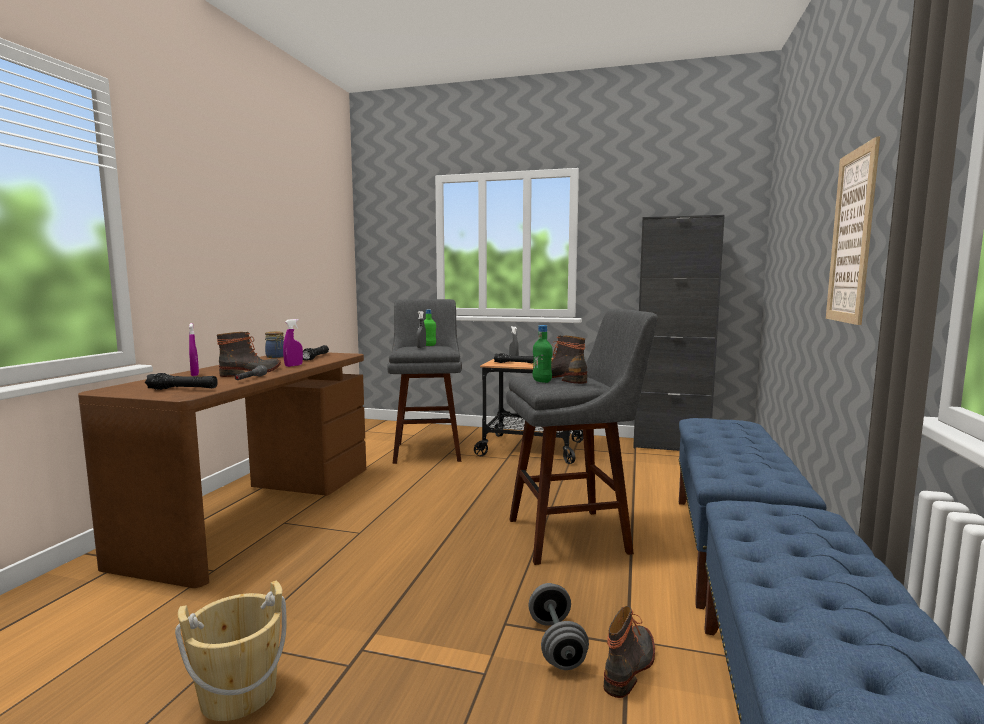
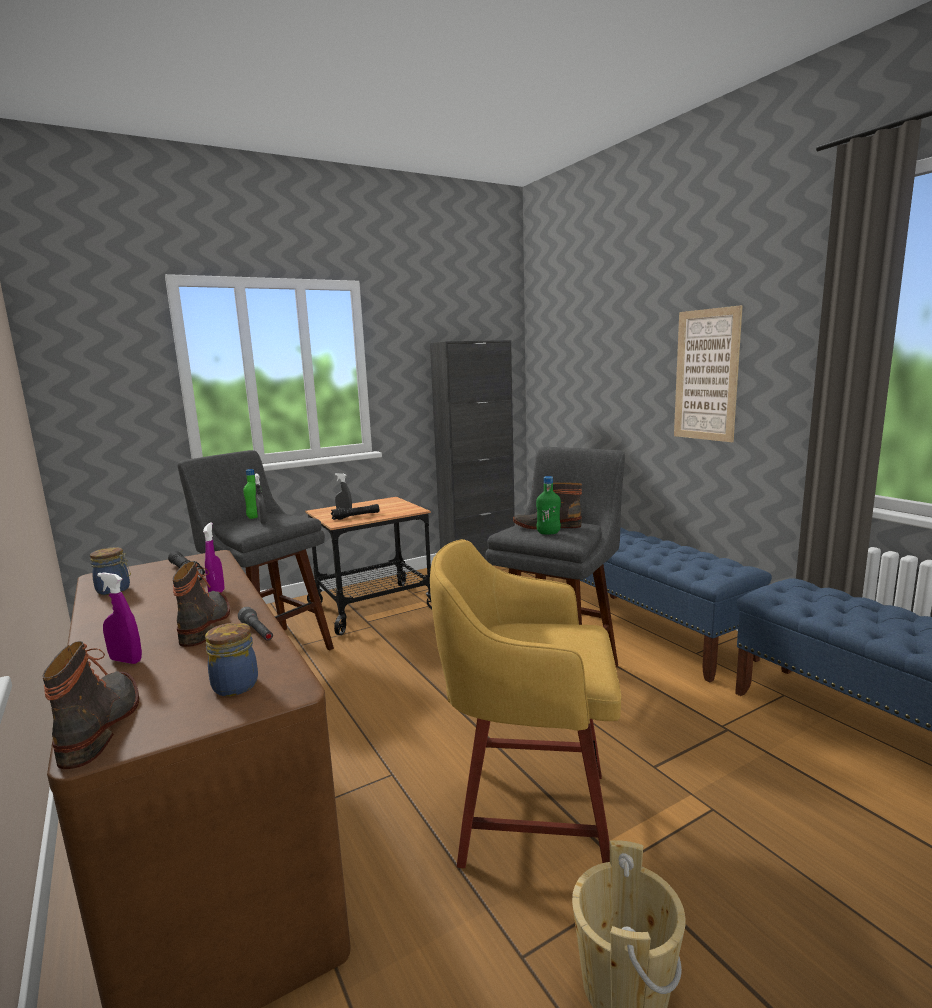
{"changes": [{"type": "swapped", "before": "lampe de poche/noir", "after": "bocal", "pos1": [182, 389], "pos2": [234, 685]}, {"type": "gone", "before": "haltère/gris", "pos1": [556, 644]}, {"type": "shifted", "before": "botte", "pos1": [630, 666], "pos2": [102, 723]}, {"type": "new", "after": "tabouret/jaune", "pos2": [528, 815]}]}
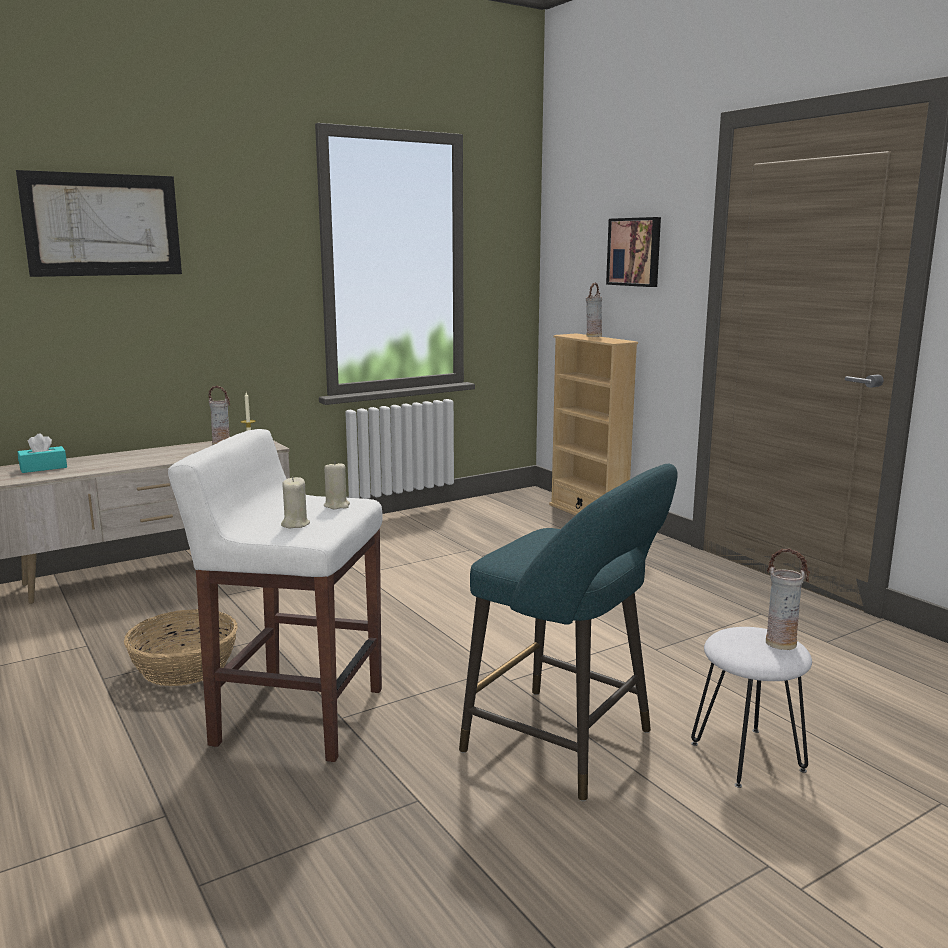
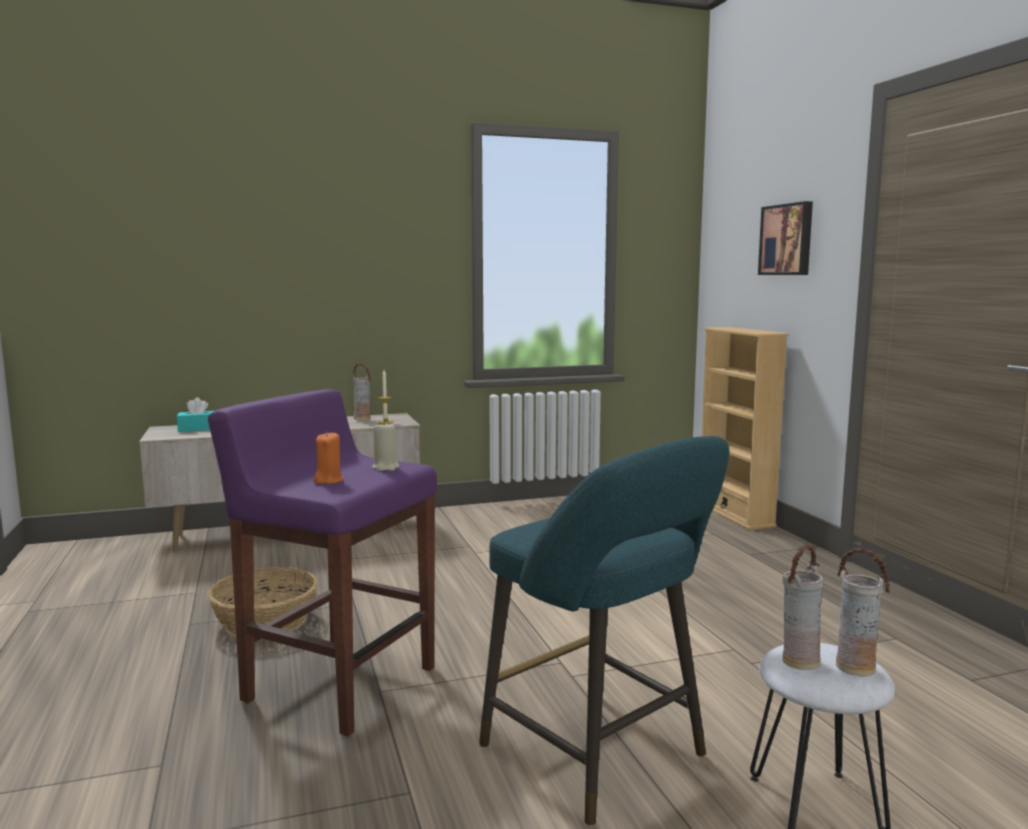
{"changes": [{"type": "gone", "before": "tableau", "pos1": [103, 225]}, {"type": "repainted", "before": "tabouret/blanc", "after": "tabouret/violet", "pos1": [297, 716], "pos2": [338, 683]}, {"type": "repainted", "before": "bougie/beige", "after": "bougie/orange", "pos1": [295, 524], "pos2": [328, 481]}, {"type": "shifted", "before": "vase", "pos1": [593, 336], "pos2": [799, 662]}]}
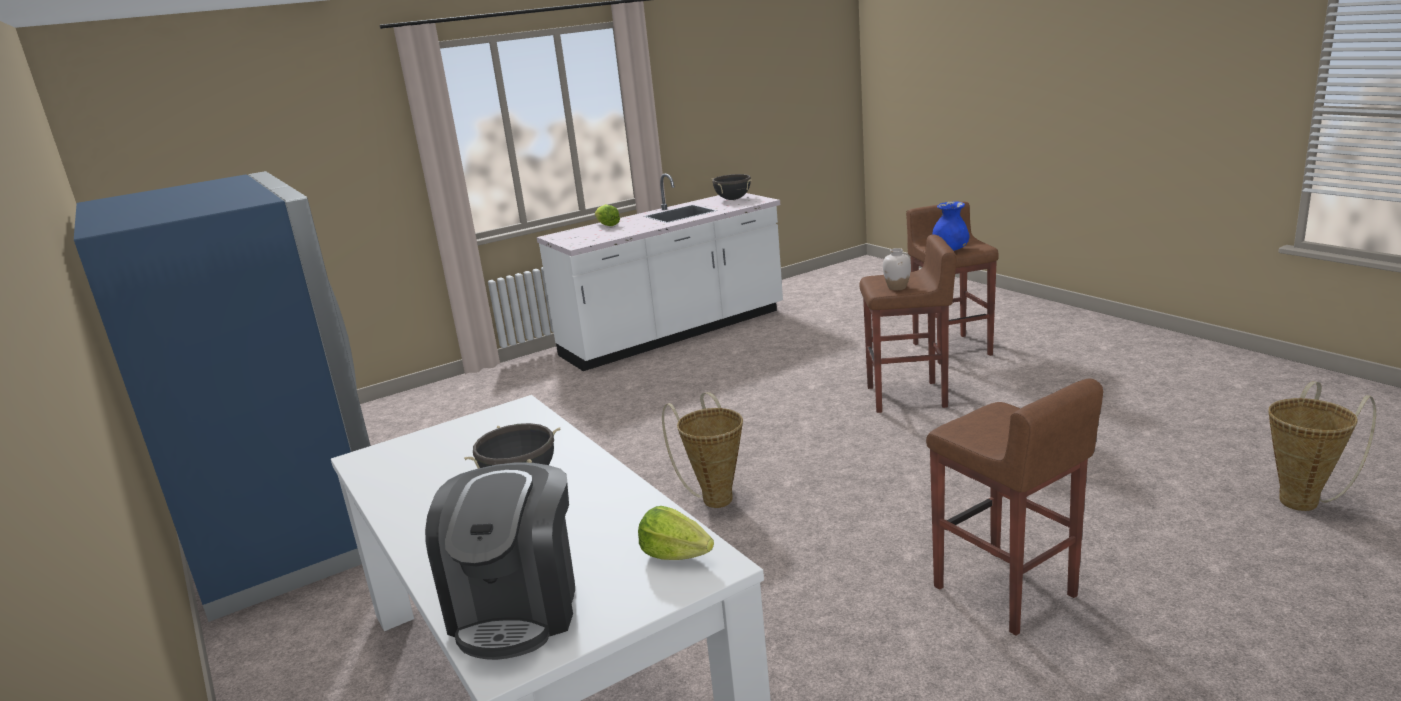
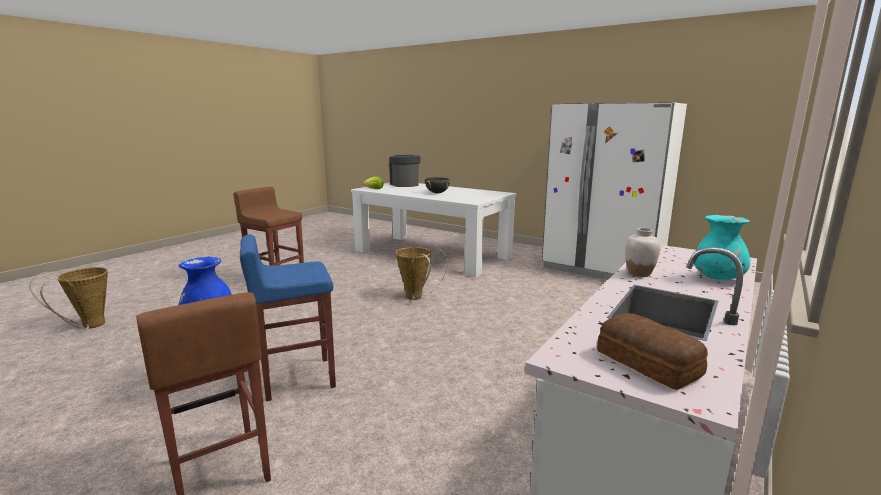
{"changes": [{"type": "repainted", "before": "réfrigérateur/bleu", "after": "réfrigérateur/blanc", "pos1": [288, 535], "pos2": [603, 268]}, {"type": "swapped", "before": "laitue", "after": "vase/turquoise", "pos1": [607, 225], "pos2": [718, 278]}, {"type": "swapped", "before": "marmite/noir", "after": "pain", "pos1": [733, 199], "pos2": [648, 364]}, {"type": "repainted", "before": "tabouret/marron", "after": "tabouret/bleu", "pos1": [908, 397], "pos2": [297, 378]}, {"type": "shifted", "before": "vase/blanc", "pos1": [897, 287], "pos2": [639, 273]}]}
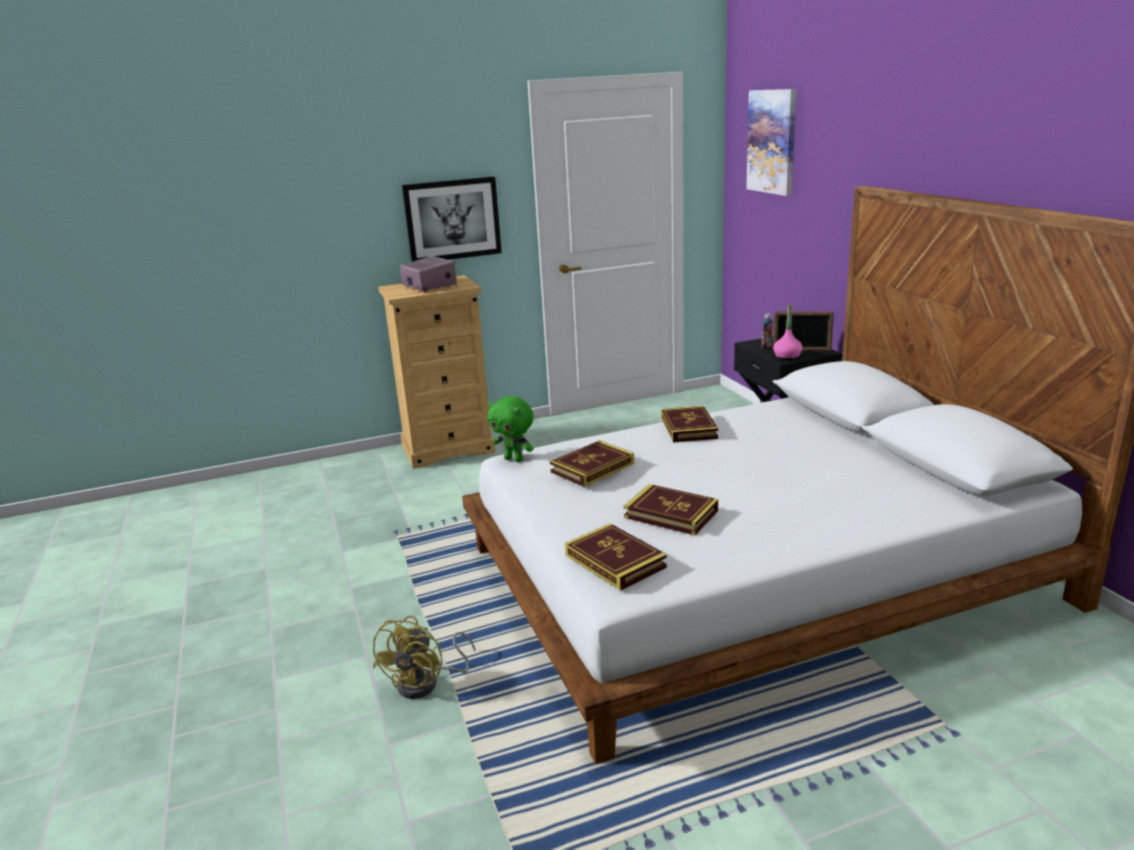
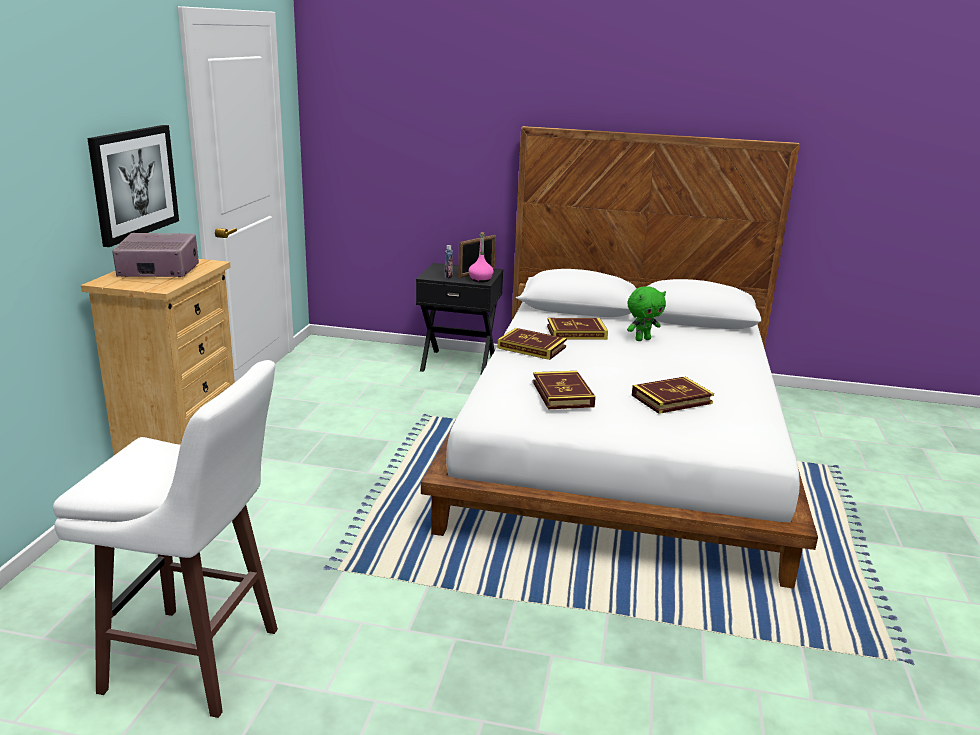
{"changes": [{"type": "gone", "before": "ventilateur/jaune", "pos1": [426, 683]}, {"type": "shifted", "before": "peluche/vert", "pos1": [514, 459], "pos2": [642, 339]}, {"type": "shifted", "before": "livre", "pos1": [615, 561], "pos2": [576, 332]}, {"type": "gone", "before": "tableau", "pos1": [772, 141]}, {"type": "new", "after": "tabouret/blanc", "pos2": [196, 662]}]}
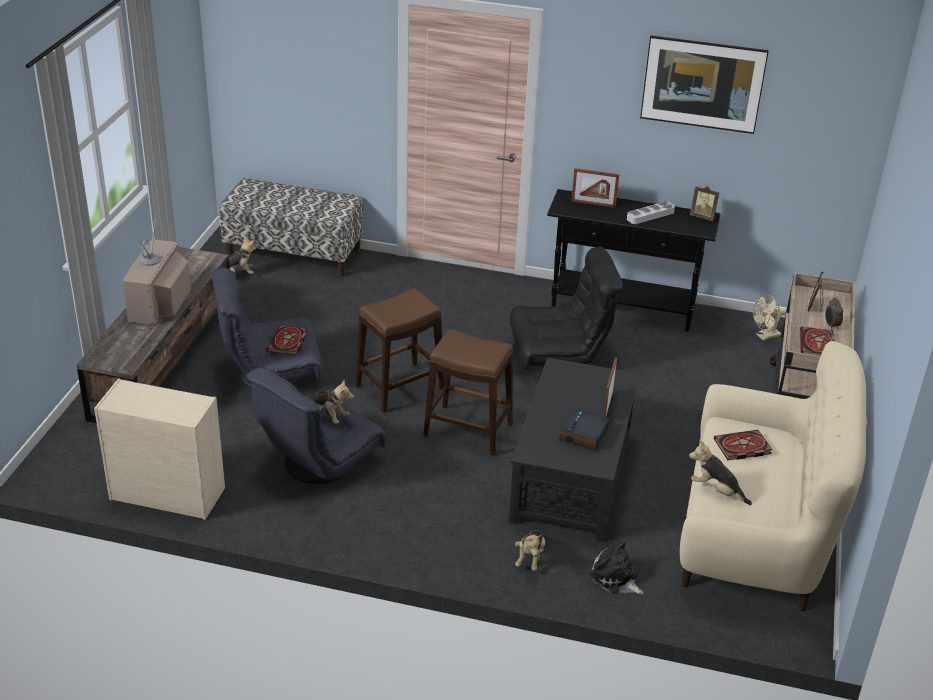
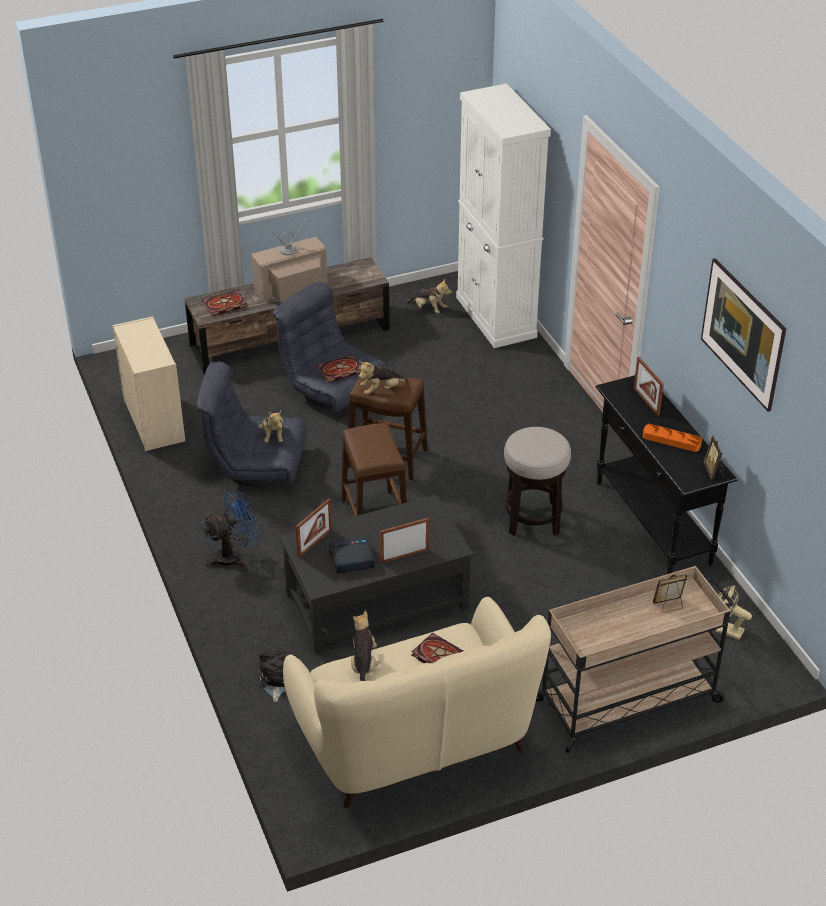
{"changes": [{"type": "swapped", "before": "banc", "after": "meuble de rangement/blanc", "pos1": [294, 253], "pos2": [496, 317]}, {"type": "swapped", "before": "fauteuil/noir", "after": "tabouret", "pos1": [559, 355], "pos2": [533, 519]}, {"type": "shifted", "before": "peluche", "pos1": [530, 558], "pos2": [381, 390]}, {"type": "repainted", "before": "plateau/gris", "after": "plateau/orange", "pos1": [650, 215], "pos2": [671, 440]}, {"type": "shifted", "before": "livre", "pos1": [817, 345], "pos2": [224, 305]}, {"type": "gone", "before": "réveil", "pos1": [831, 325]}, {"type": "new", "after": "ventilateur/bleu", "pos2": [234, 556]}, {"type": "new", "after": "cadre photo", "pos2": [315, 543]}]}
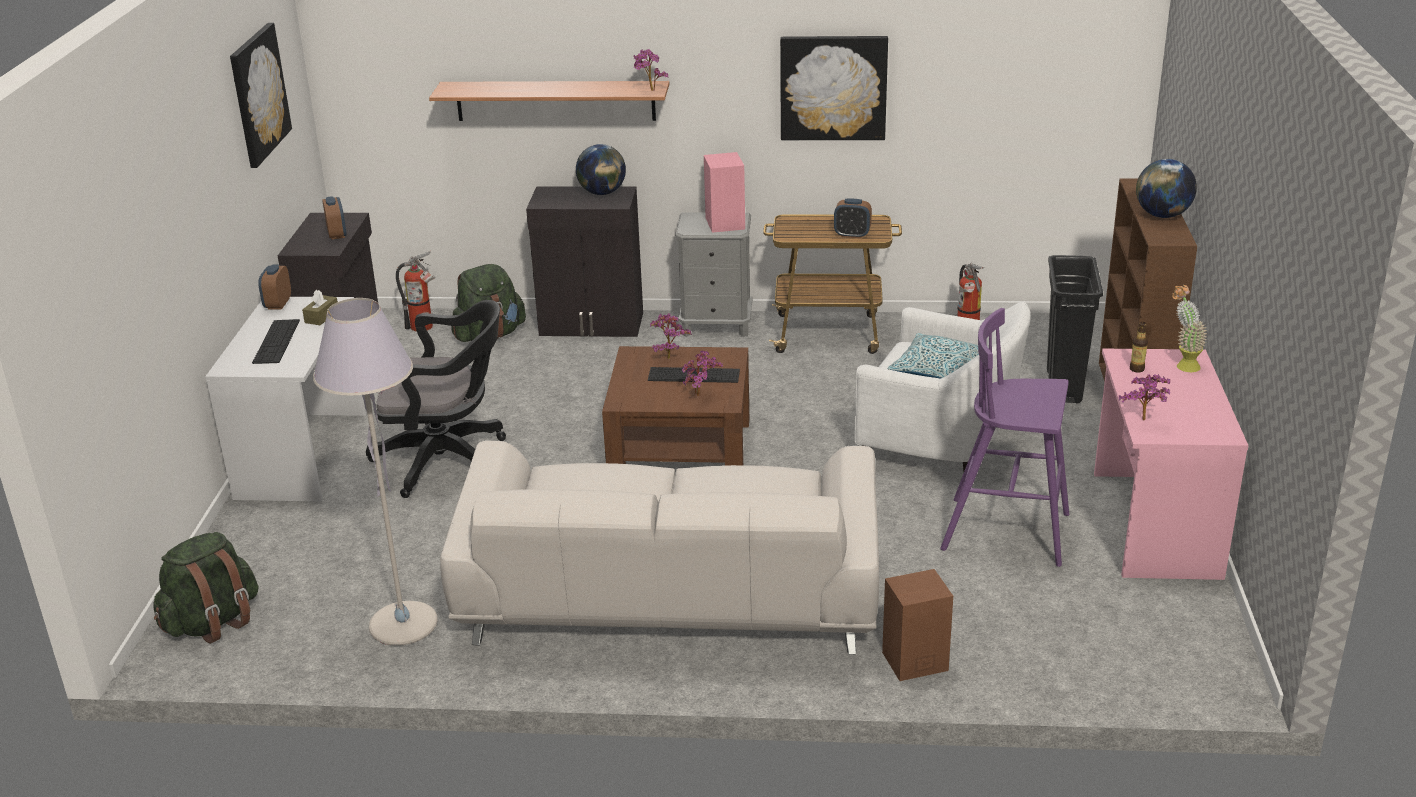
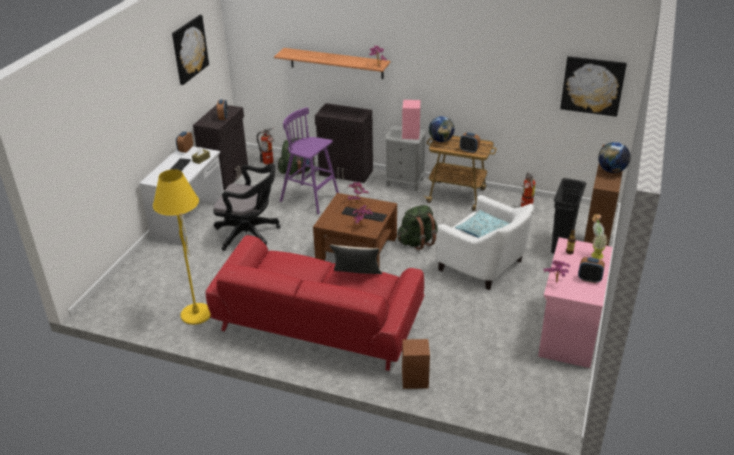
{"changes": [{"type": "shifted", "before": "sac à dos/vert", "pos1": [212, 622], "pos2": [417, 242]}, {"type": "repainted", "before": "lampadaire/gris", "after": "lampadaire/jaune", "pos1": [403, 625], "pos2": [196, 314]}, {"type": "repainted", "before": "canapé/blanc", "after": "canapé/rouge", "pos1": [668, 596], "pos2": [317, 323]}, {"type": "shifted", "before": "globe", "pos1": [602, 193], "pos2": [441, 140]}, {"type": "shifted", "before": "tableau", "pos1": [833, 87], "pos2": [592, 85]}, {"type": "shifted", "before": "tabouret/violet", "pos1": [1008, 532], "pos2": [311, 199]}, {"type": "new", "after": "coussin/beige", "pos2": [356, 277]}, {"type": "new", "after": "réveil", "pos2": [589, 279]}]}
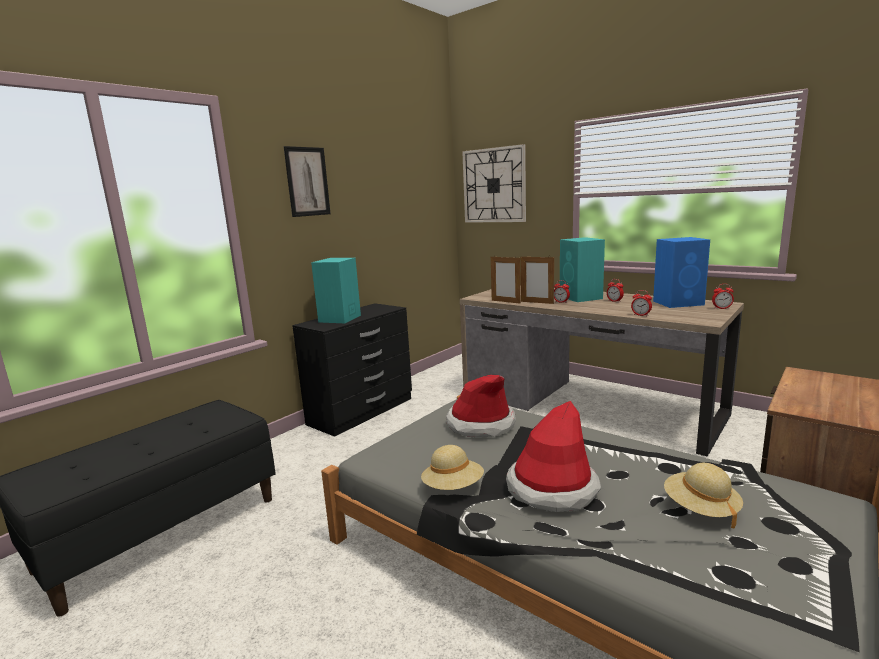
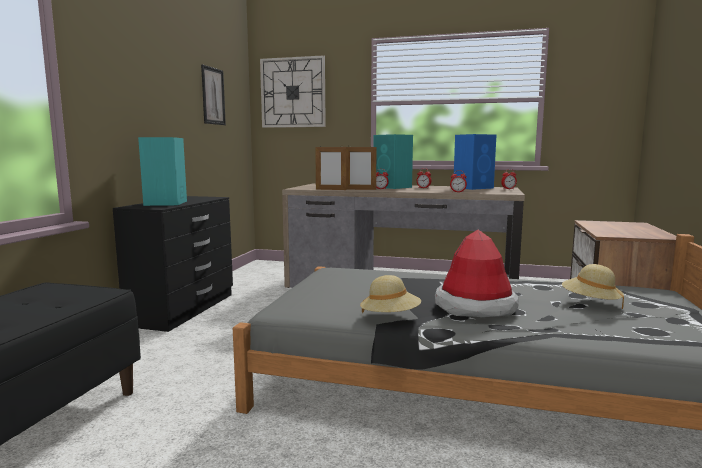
{"changes": [{"type": "shifted", "before": "tableau", "pos1": [307, 181], "pos2": [213, 96]}, {"type": "gone", "before": "chapeau", "pos1": [480, 424]}]}
